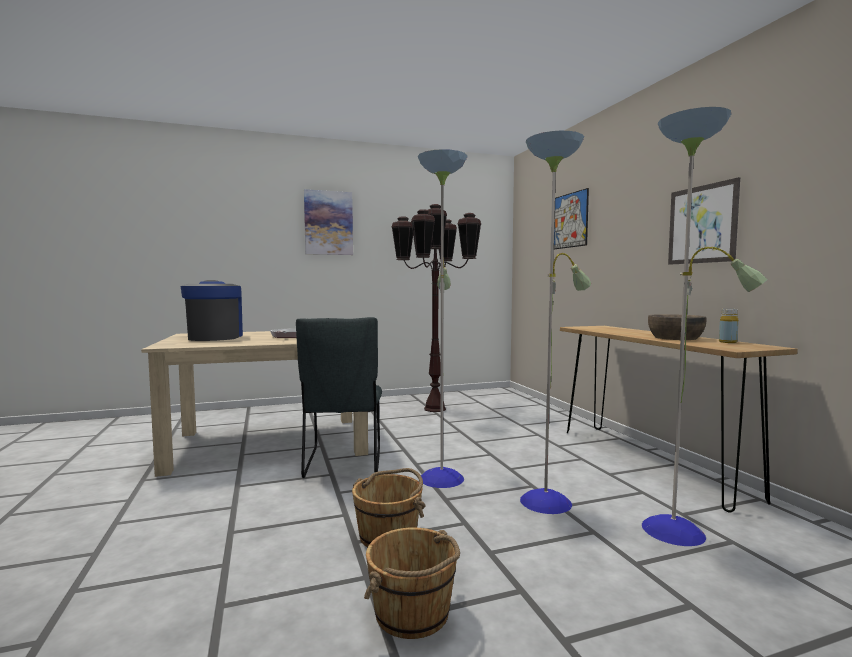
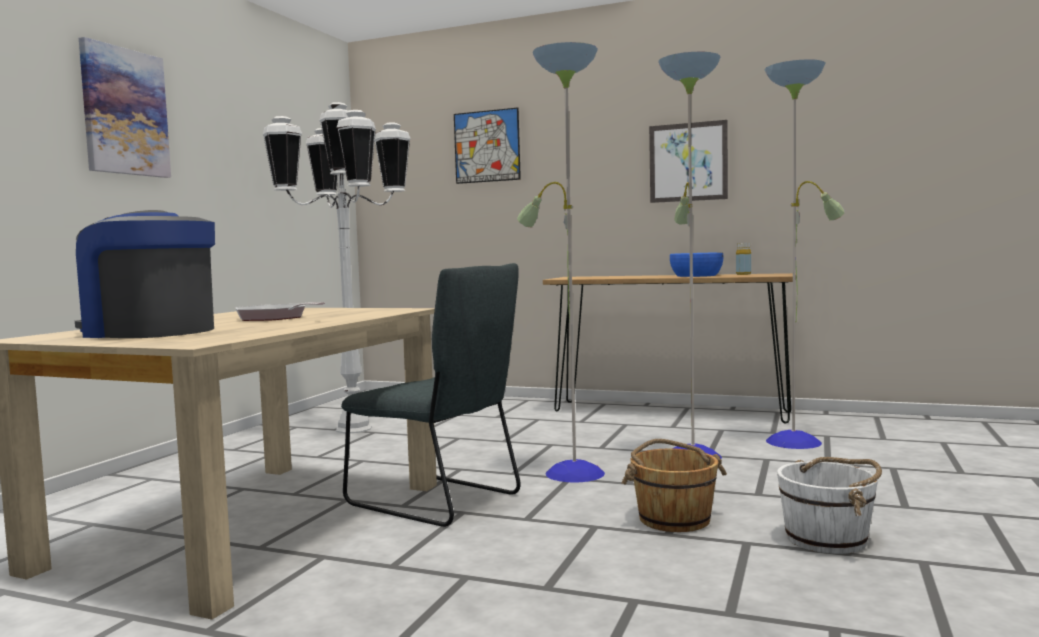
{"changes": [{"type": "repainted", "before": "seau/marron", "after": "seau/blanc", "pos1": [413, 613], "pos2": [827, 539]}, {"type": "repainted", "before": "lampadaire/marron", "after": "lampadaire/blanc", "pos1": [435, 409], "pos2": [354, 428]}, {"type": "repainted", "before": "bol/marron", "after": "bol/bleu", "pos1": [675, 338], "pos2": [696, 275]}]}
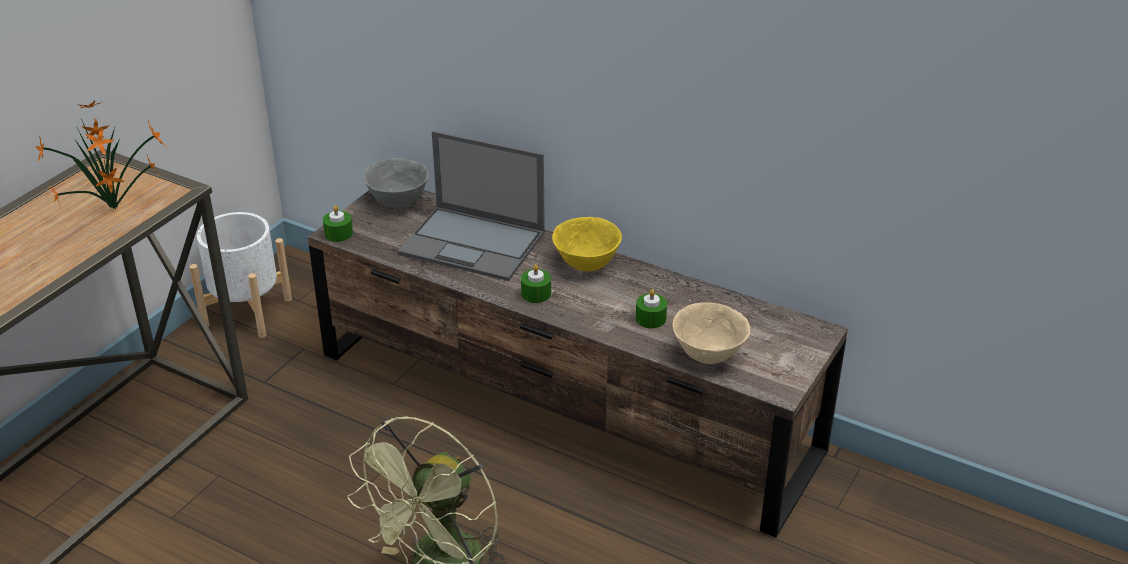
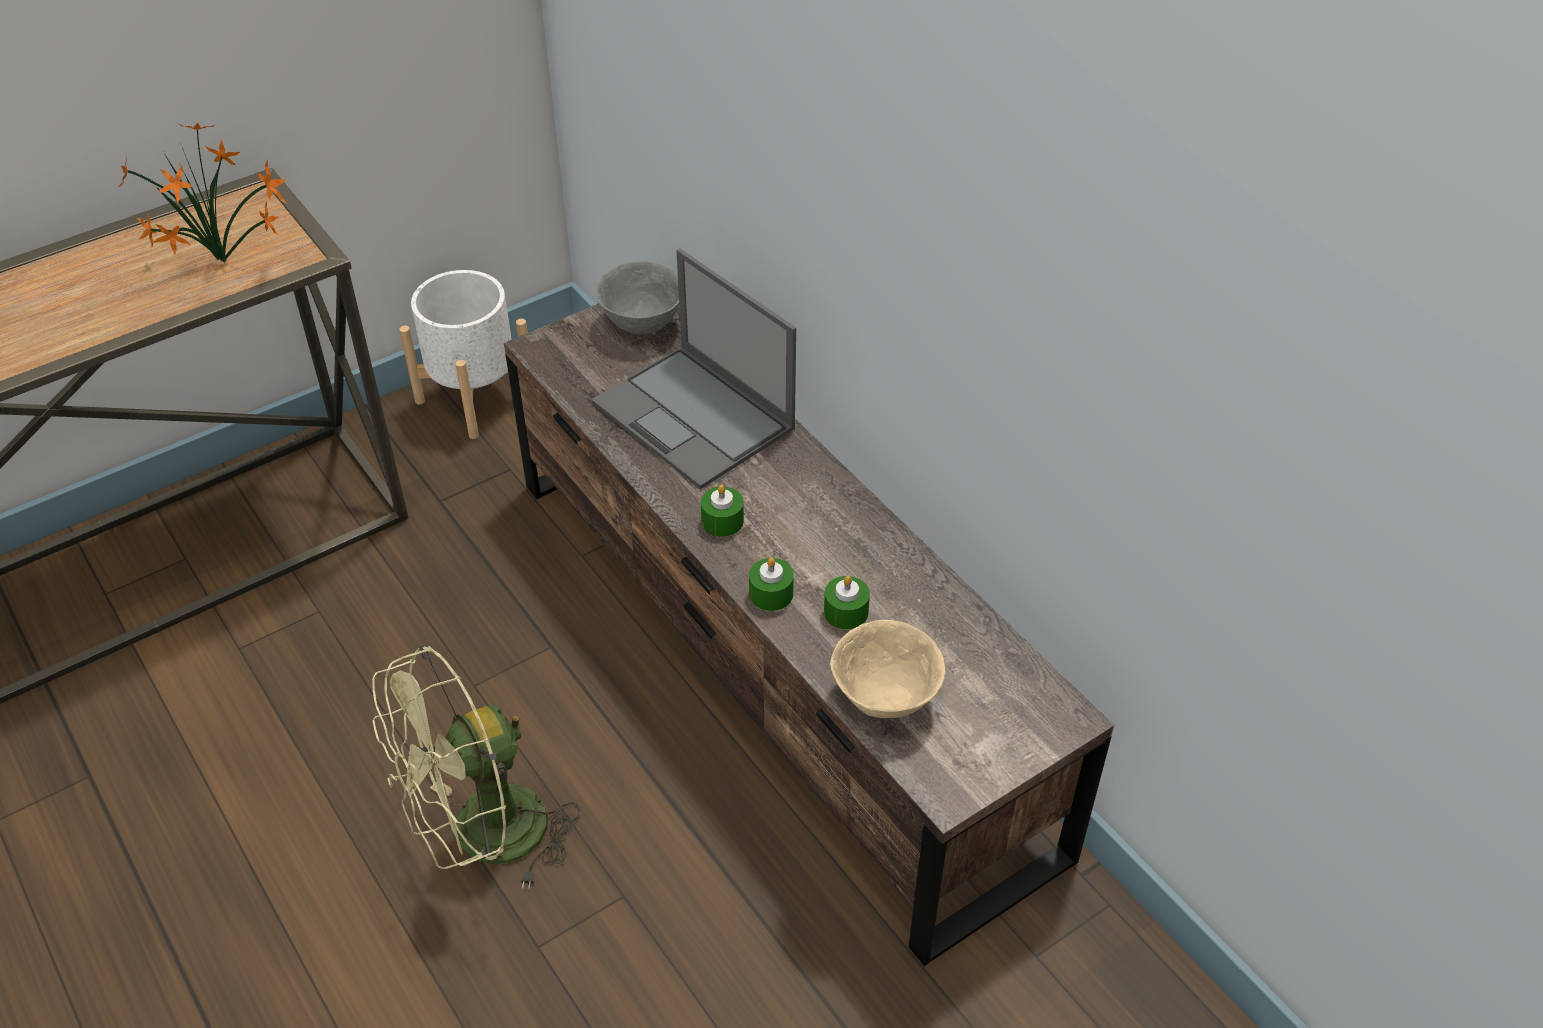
{"changes": [{"type": "shifted", "before": "bougie/vert", "pos1": [338, 234], "pos2": [771, 594]}, {"type": "gone", "before": "bol/jaune", "pos1": [586, 265]}]}
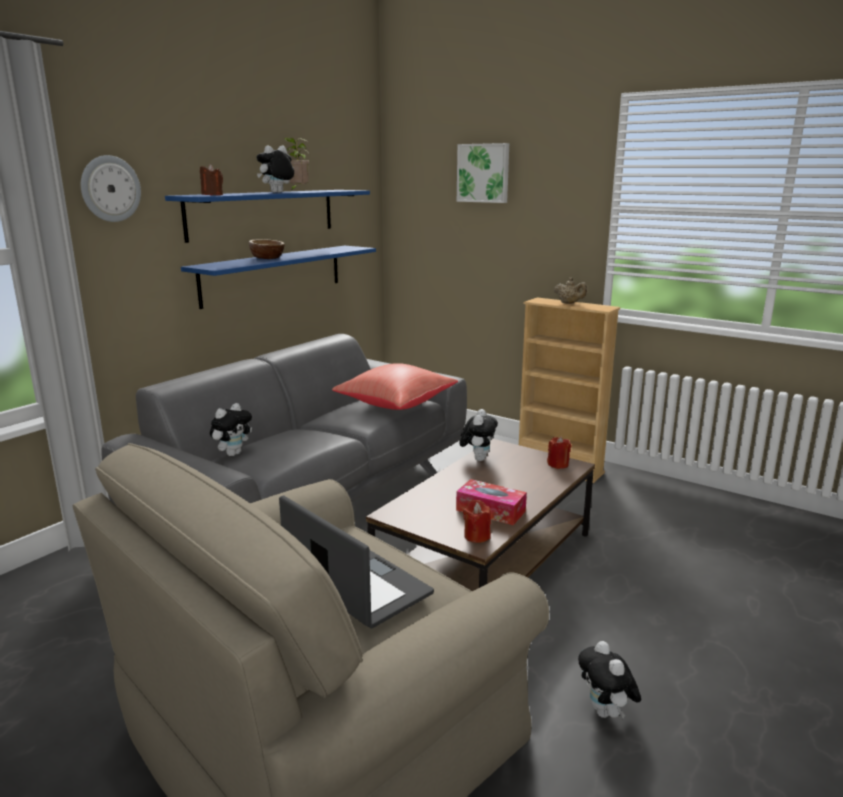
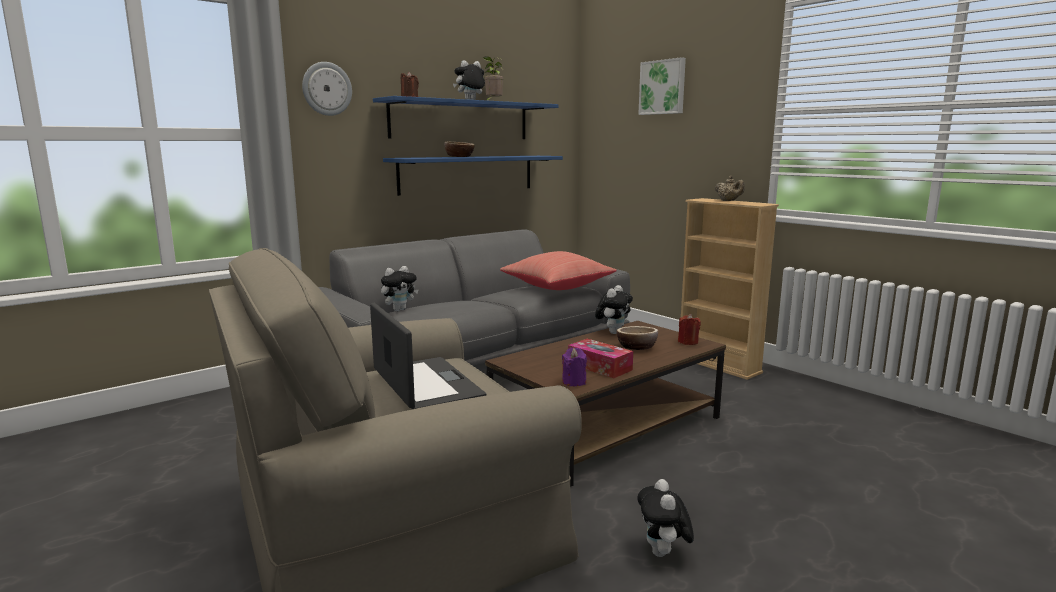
{"changes": [{"type": "repainted", "before": "bougie/rouge", "after": "bougie/violet", "pos1": [476, 536], "pos2": [574, 382]}, {"type": "new", "after": "bol", "pos2": [636, 347]}]}
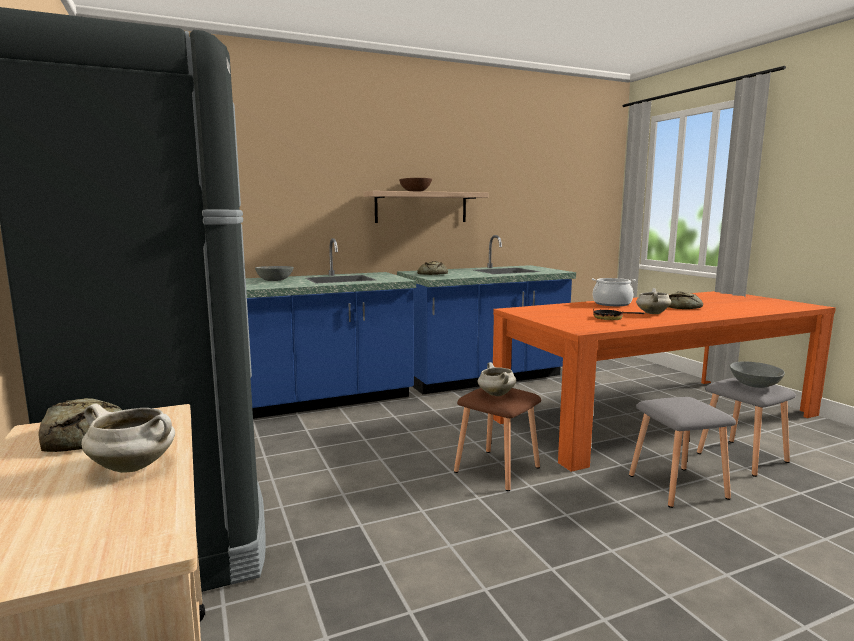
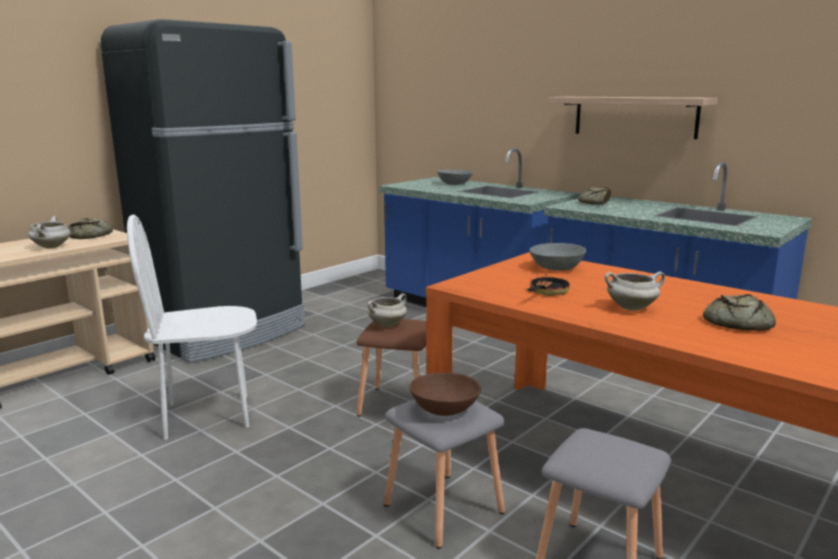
{"changes": [{"type": "shifted", "before": "bol/marron", "pos1": [416, 191], "pos2": [445, 409]}, {"type": "gone", "before": "marmite", "pos1": [612, 304]}, {"type": "shifted", "before": "bol/gris", "pos1": [754, 385], "pos2": [556, 268]}, {"type": "new", "after": "chaise/blanc", "pos2": [208, 415]}]}
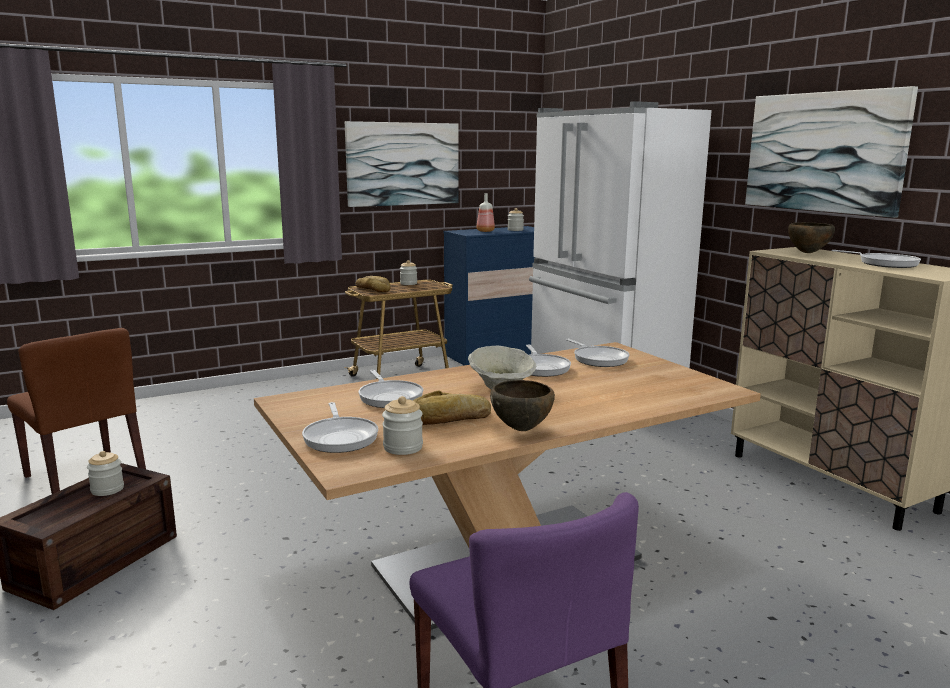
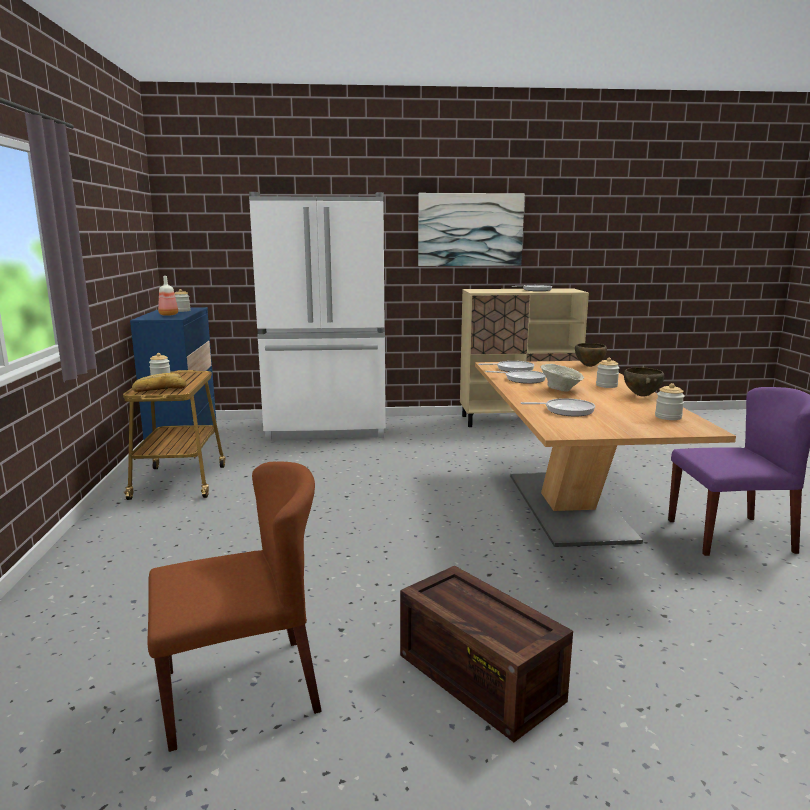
{"changes": [{"type": "shifted", "before": "bocal", "pos1": [107, 489], "pos2": [606, 385]}, {"type": "gone", "before": "poêle", "pos1": [340, 437]}, {"type": "gone", "before": "tableau", "pos1": [403, 164]}, {"type": "gone", "before": "pain", "pos1": [449, 419]}, {"type": "shifted", "before": "bol/marron", "pos1": [807, 253], "pos2": [589, 366]}]}
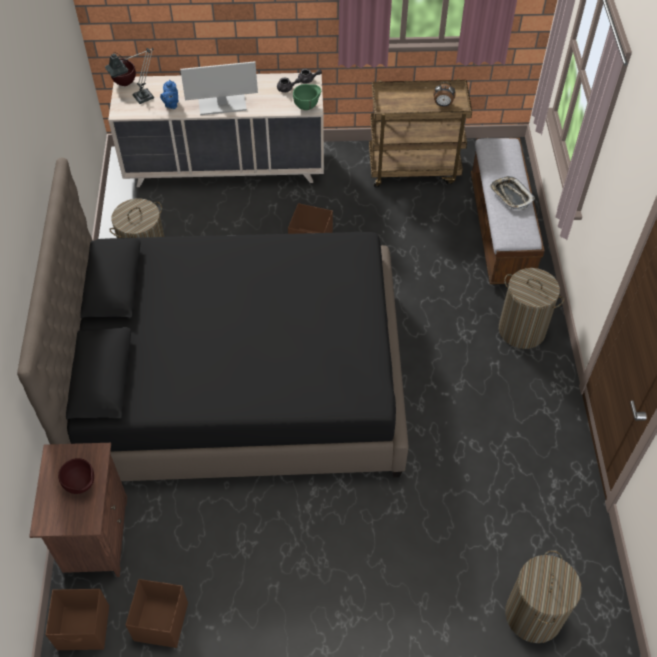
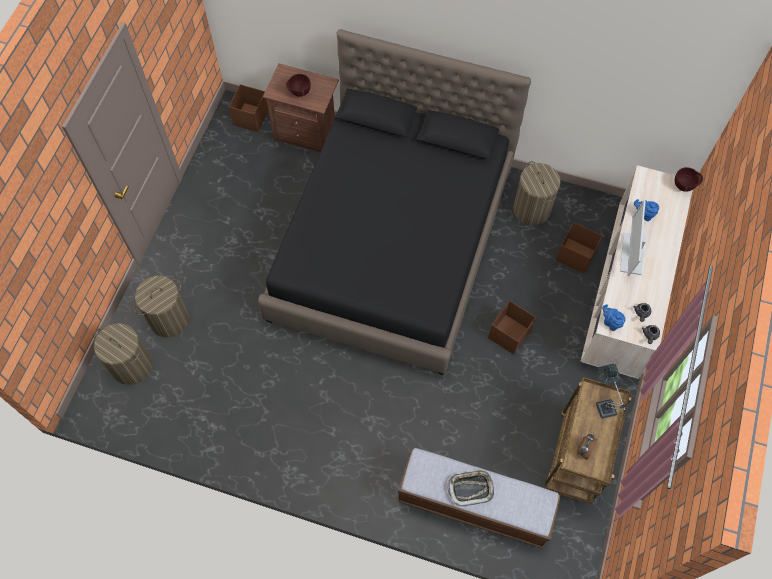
{"changes": [{"type": "shifted", "before": "lampe de table", "pos1": [138, 99], "pos2": [604, 404]}, {"type": "shifted", "before": "boîte de rangement/marron", "pos1": [160, 622], "pos2": [575, 255]}, {"type": "swapped", "before": "bol/vert", "after": "théière/bleu", "pos1": [307, 107], "pos2": [610, 322]}, {"type": "shifted", "before": "panier à linge", "pos1": [522, 330], "pos2": [169, 319]}]}
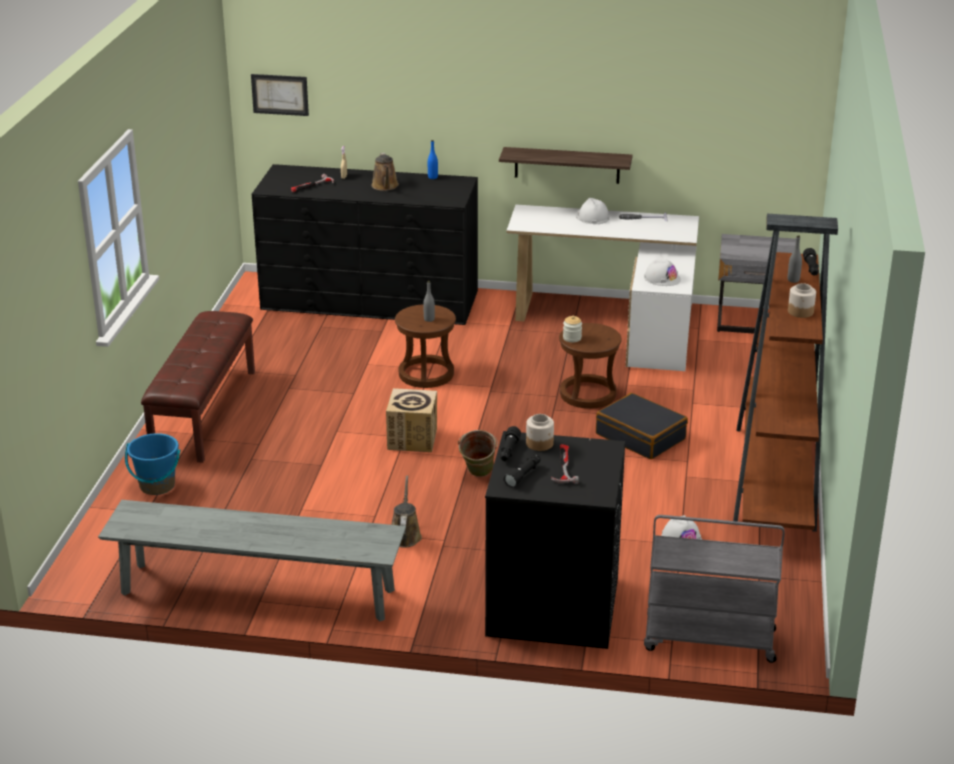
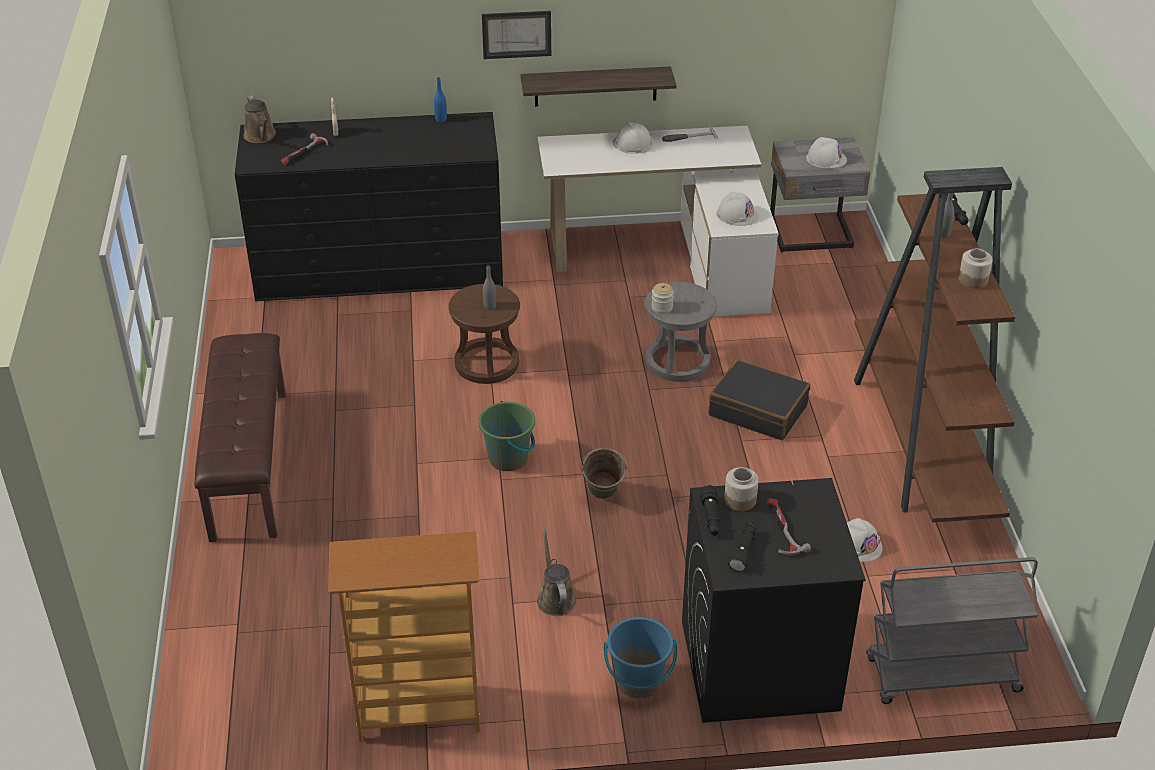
{"changes": [{"type": "swapped", "before": "banc/gris", "after": "bibliothèque", "pos1": [257, 592], "pos2": [418, 714]}, {"type": "shifted", "before": "seau/bleu", "pos1": [157, 486], "pos2": [638, 682]}, {"type": "shifted", "before": "tableau", "pos1": [280, 94], "pos2": [516, 34]}, {"type": "shifted", "before": "arrosoir/marron", "pos1": [385, 186], "pos2": [261, 136]}, {"type": "swapped", "before": "carton", "after": "seau/vert", "pos1": [412, 439], "pos2": [508, 458]}, {"type": "repainted", "before": "tabouret/marron", "after": "tabouret/gris", "pos1": [587, 394], "pos2": [677, 362]}, {"type": "new", "after": "casque de chantier/blanc", "pos2": [826, 158]}]}
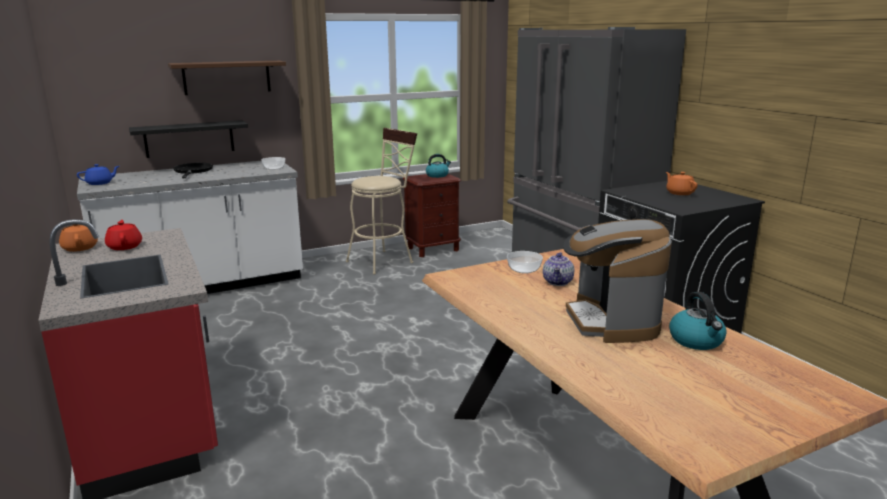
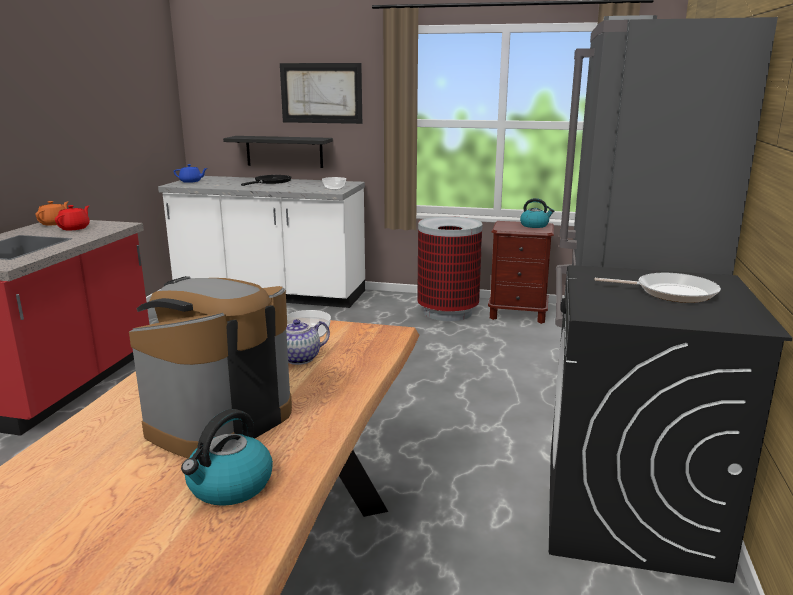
{"changes": [{"type": "swapped", "before": "étagère/marron", "after": "tableau", "pos1": [227, 77], "pos2": [321, 93]}, {"type": "swapped", "before": "tabouret/beige", "after": "poubelle", "pos1": [384, 260], "pos2": [448, 312]}, {"type": "swapped", "before": "théière/orange", "after": "poêle", "pos1": [679, 193], "pos2": [671, 292]}]}
